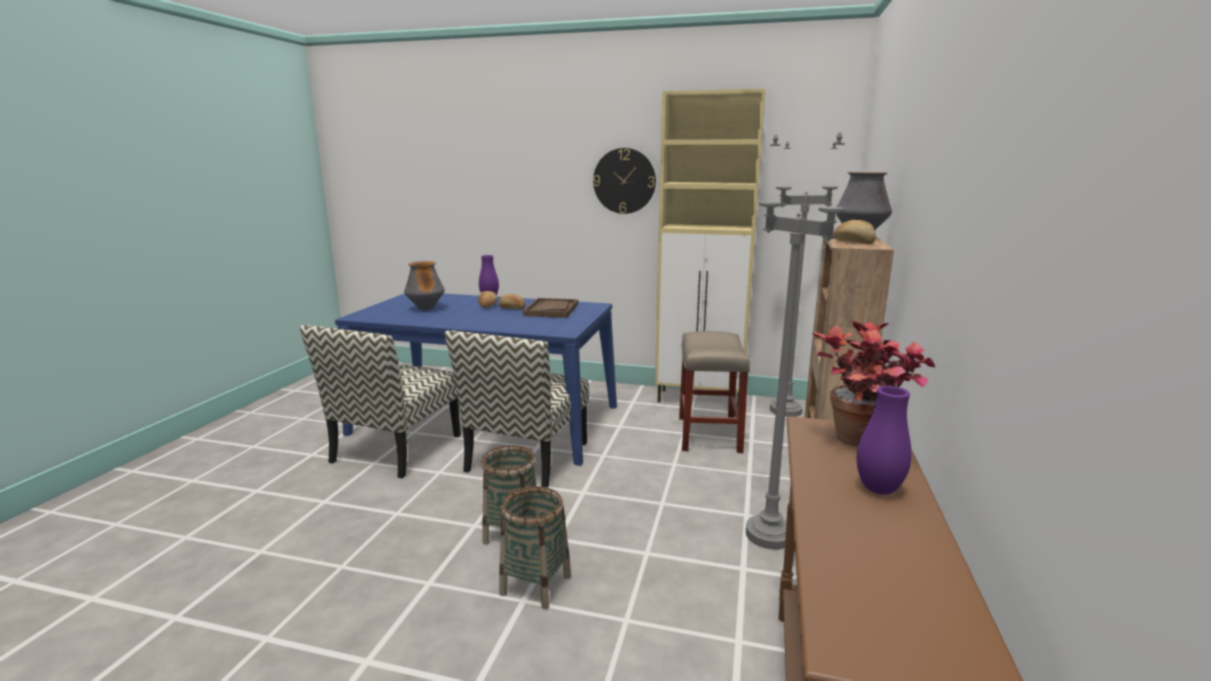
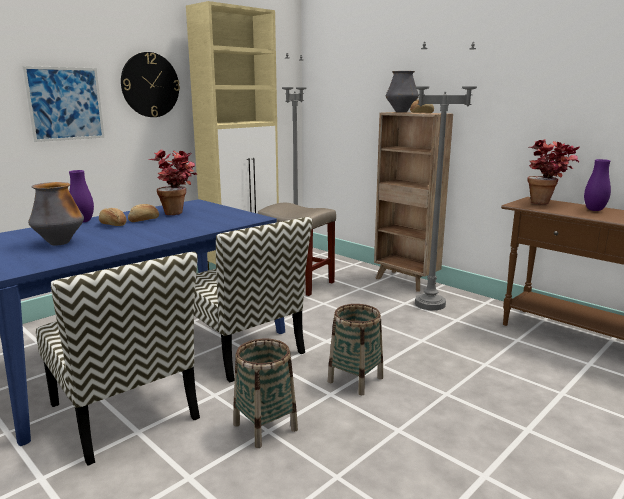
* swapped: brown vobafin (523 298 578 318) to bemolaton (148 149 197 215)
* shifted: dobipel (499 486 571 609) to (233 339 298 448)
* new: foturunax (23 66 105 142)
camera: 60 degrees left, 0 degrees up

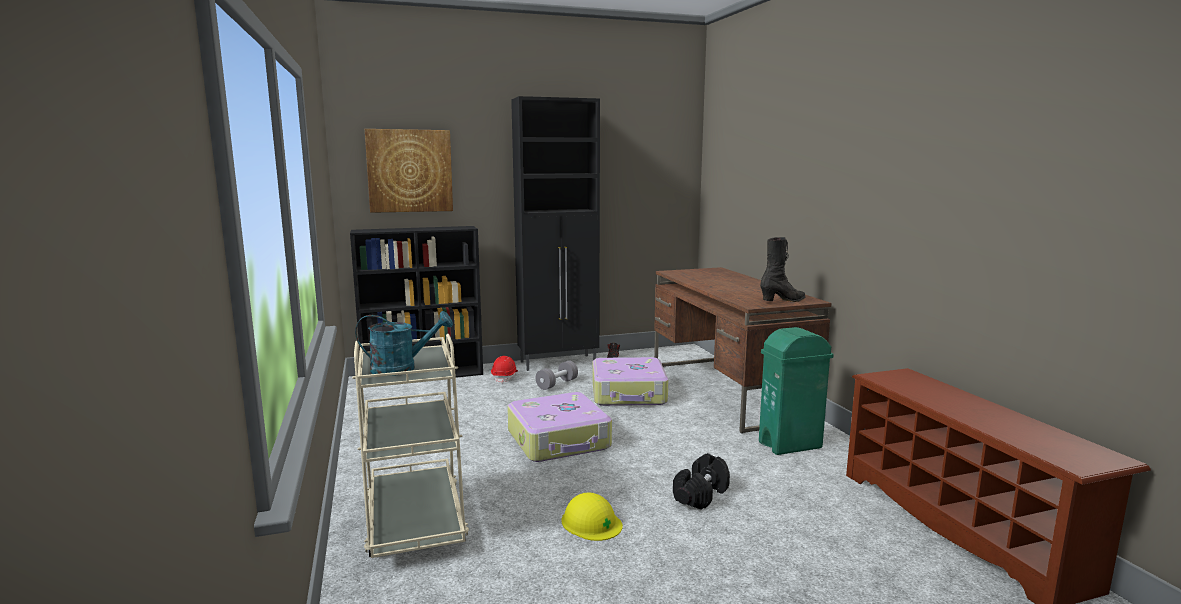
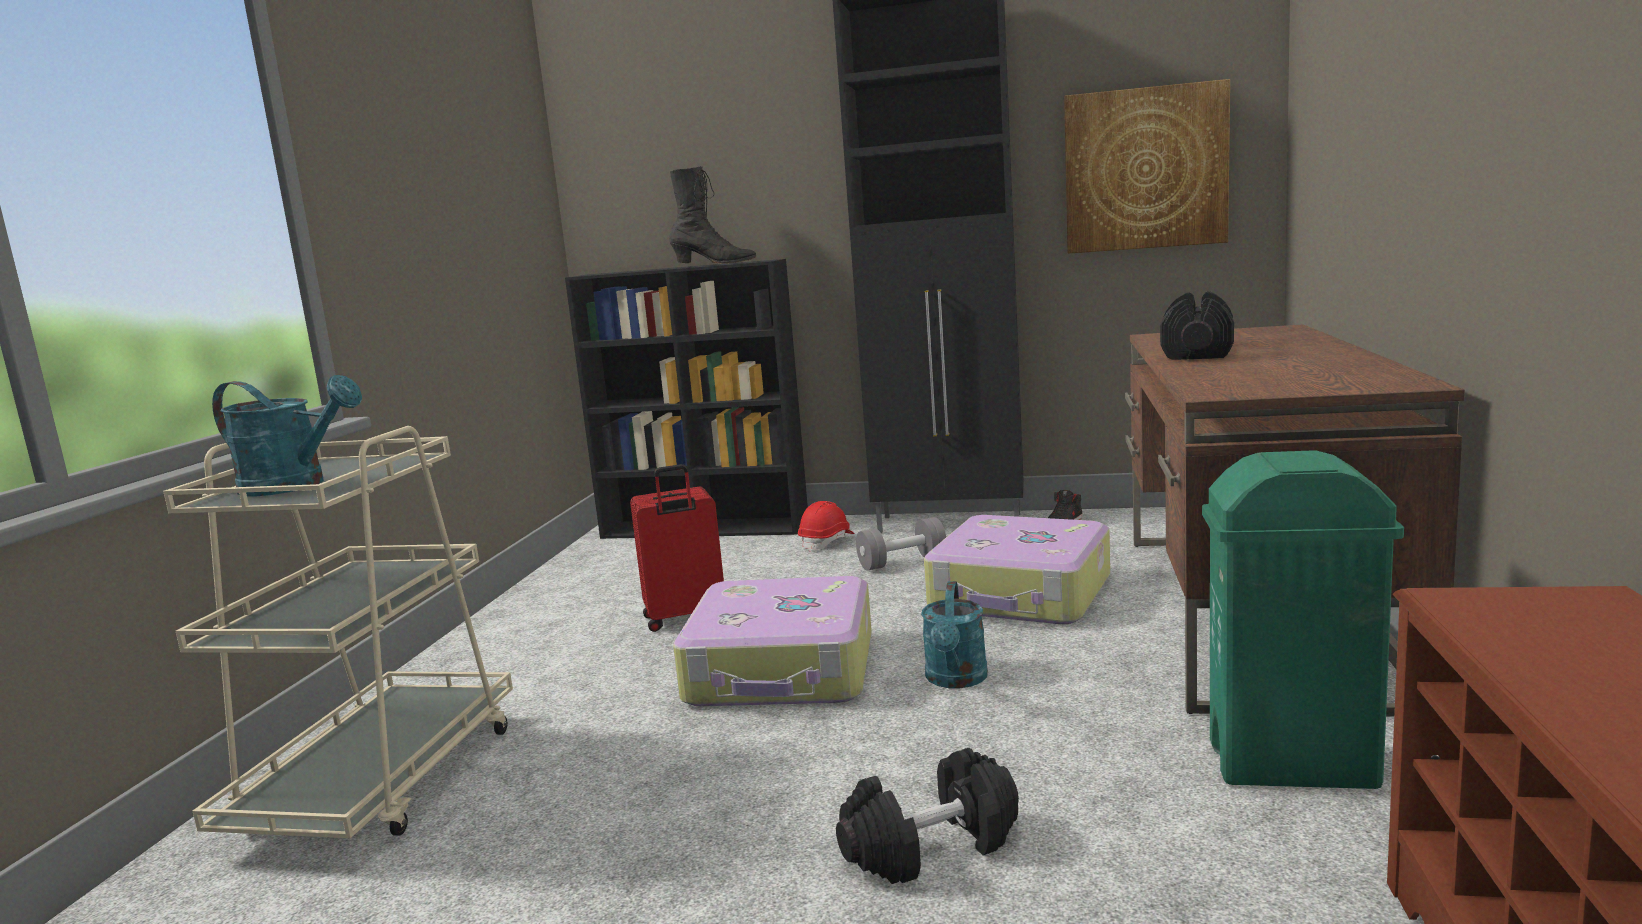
* shifted: foturunax (365 129 453 213) to (1064 79 1230 254)
* shifted: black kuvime (760 237 806 302) to (669 166 757 264)
* gone: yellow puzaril (561 493 623 541)
* new: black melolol (1160 291 1234 360)
* new: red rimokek (630 464 724 632)
* new: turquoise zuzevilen (921 581 988 689)
camera: 30 degrees right, 0 degrees up

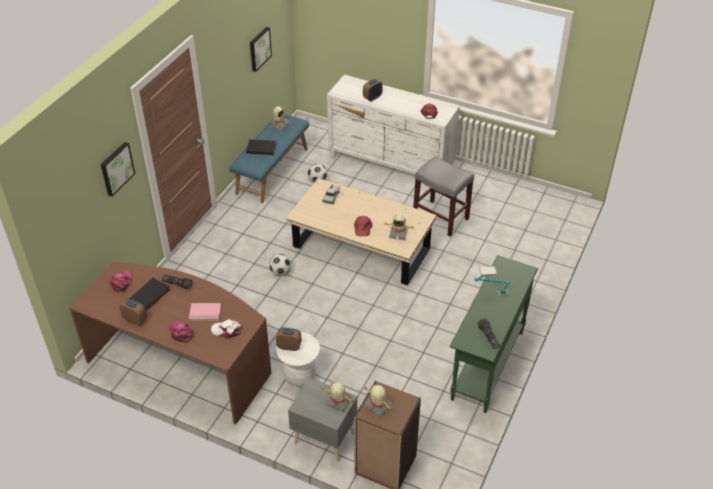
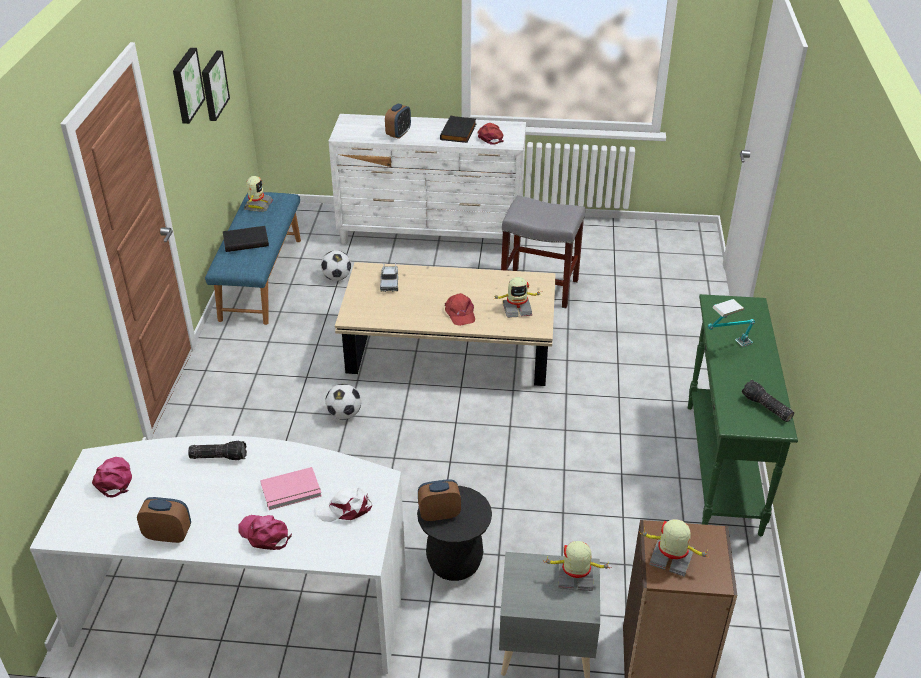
* shifted: foturunax (101 142 135 196) to (173 48 205 124)
* repainted: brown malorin (69 262 271 425) to white malorin (29 435 406 674)
* shifted: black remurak (130 278 170 310) to (440 116 476 143)
* repainted: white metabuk (276 332 320 387) to black metabuk (417 486 492 581)
camera: 20 degrees left, 5 degrees down

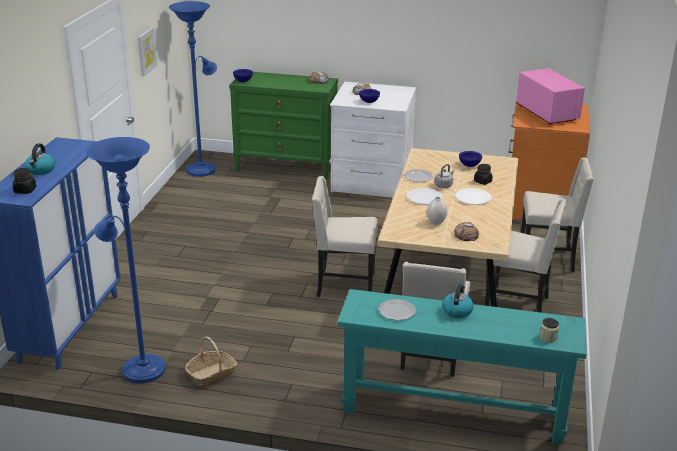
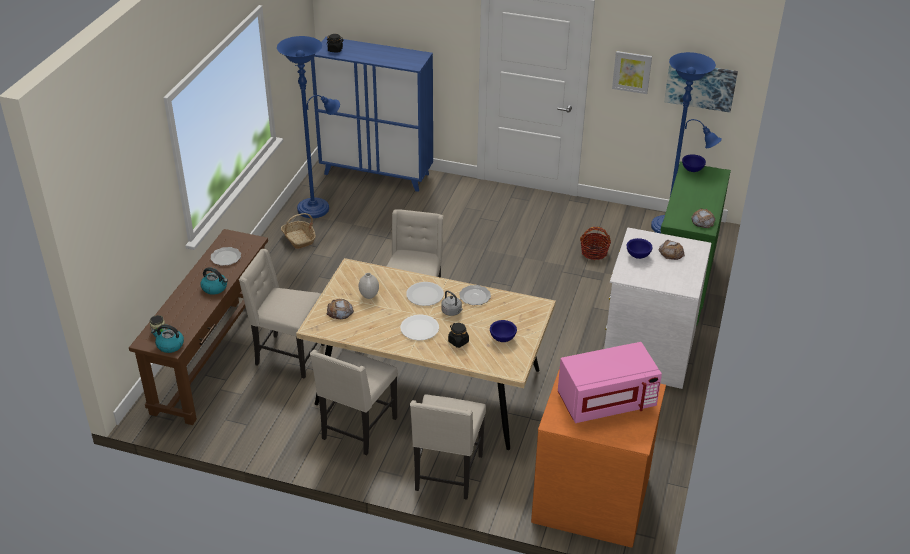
* shifted: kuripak (25 144 55 175) to (151 325 184 353)
* repainted: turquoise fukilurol (337 289 587 445) to brown fukilurol (129 229 268 425)
* new: foturunax (664 64 738 112)
* new: dobipel (580 227 611 260)
camera: 95 degrees right, 10 degrees up

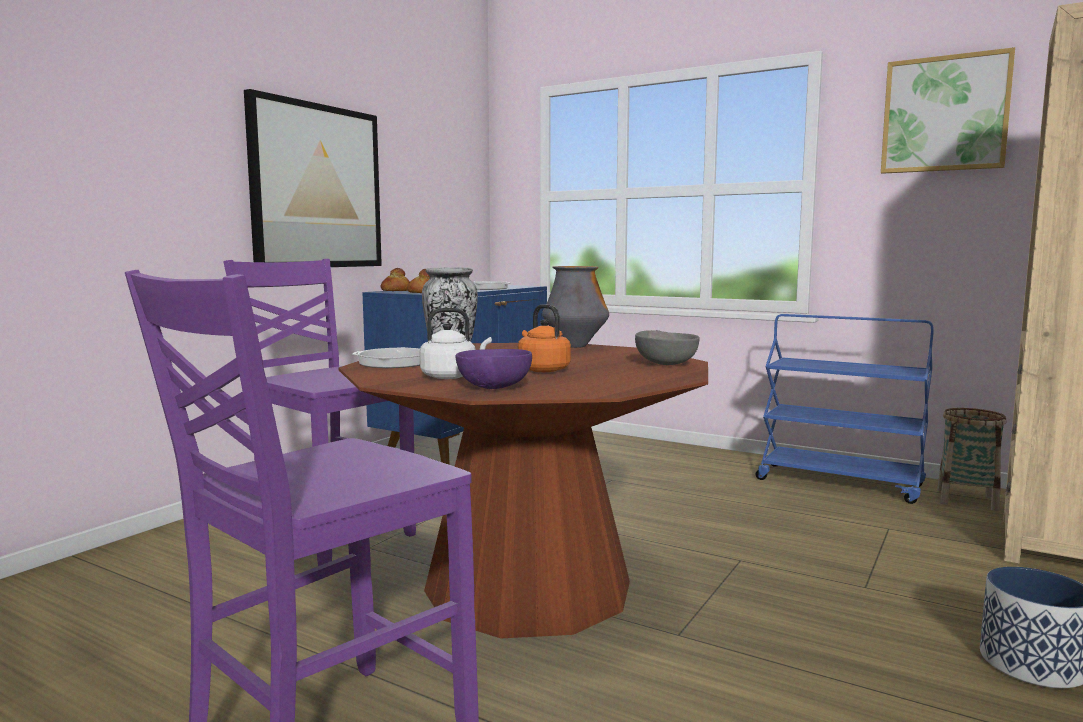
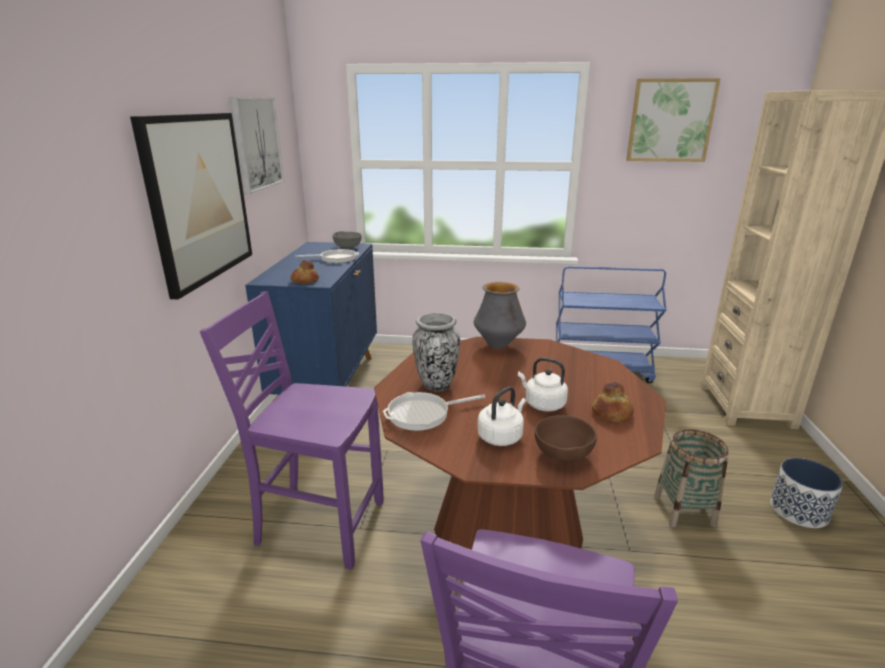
* shifted: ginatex (381 268 410 291) to (592 382 634 422)
* repainted: orange kuripak (518 304 571 372) to white kuripak (518 358 568 412)
* shifted: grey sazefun (635 330 700 365) to (333 231 362 248)
* repainted: purple sazefun (456 349 532 389) to brown sazefun (535 415 597 462)
* shifted: dobipel (937 408 1006 511) to (654 429 729 527)
* new: foturunax (230 97 284 194)
camera: 25 degrees left, 15 degrees up

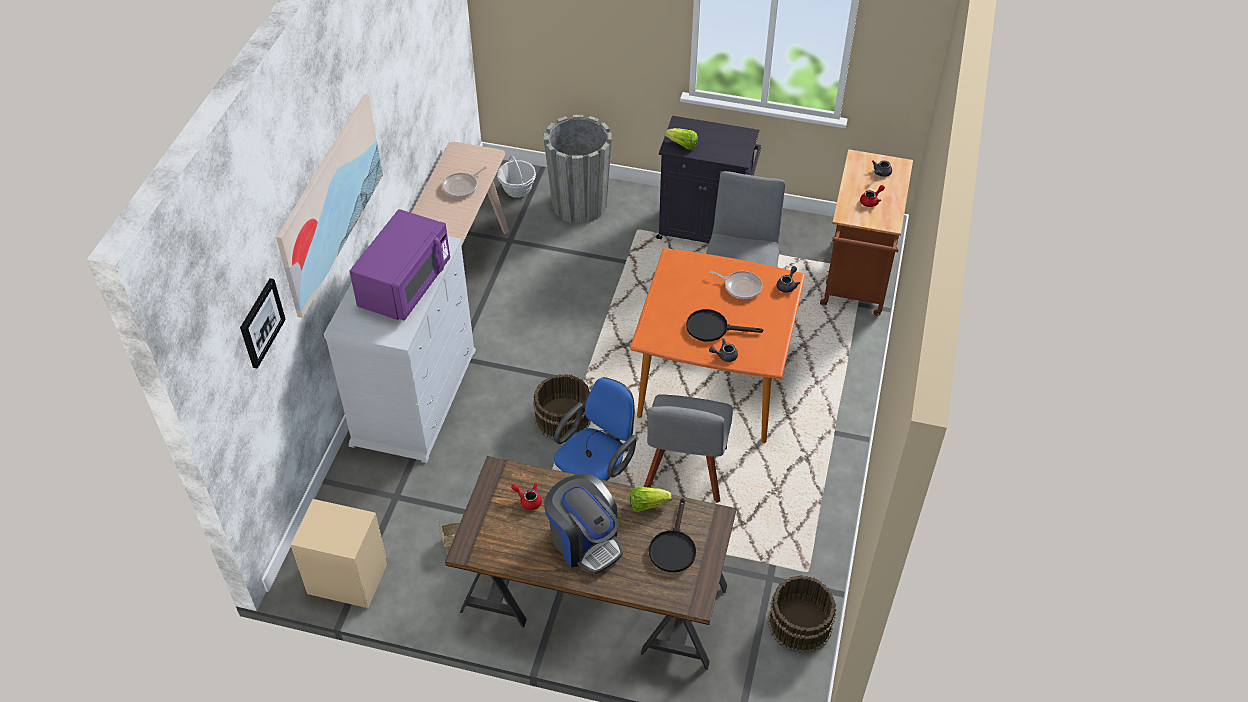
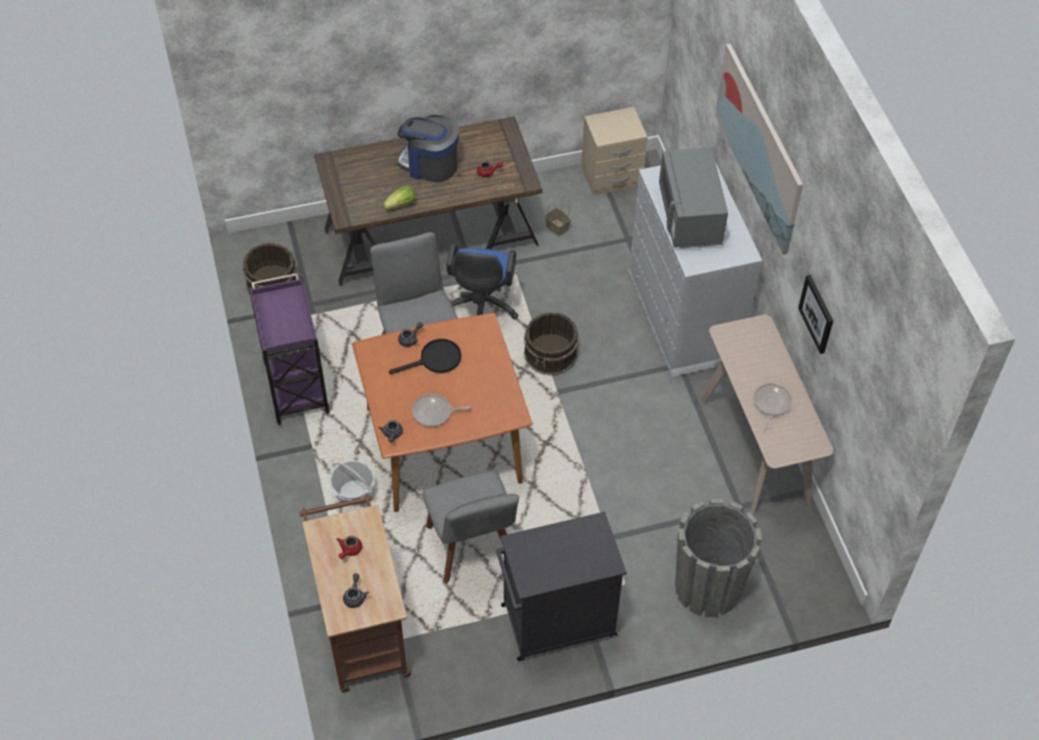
* gone: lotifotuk (665 128 698 150)
* shifted: dobipel (497 155 536 198) to (329 460 375 505)
* repainted: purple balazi (349 209 450 320) to grey balazi (659 147 728 248)
* shifted: foturunax (240 278 286 369) to (798 275 833 354)
* gone: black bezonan (649 498 696 572)
* new: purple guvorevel (249 273 330 425)
camera: 150 degrees right, 5 degrees up

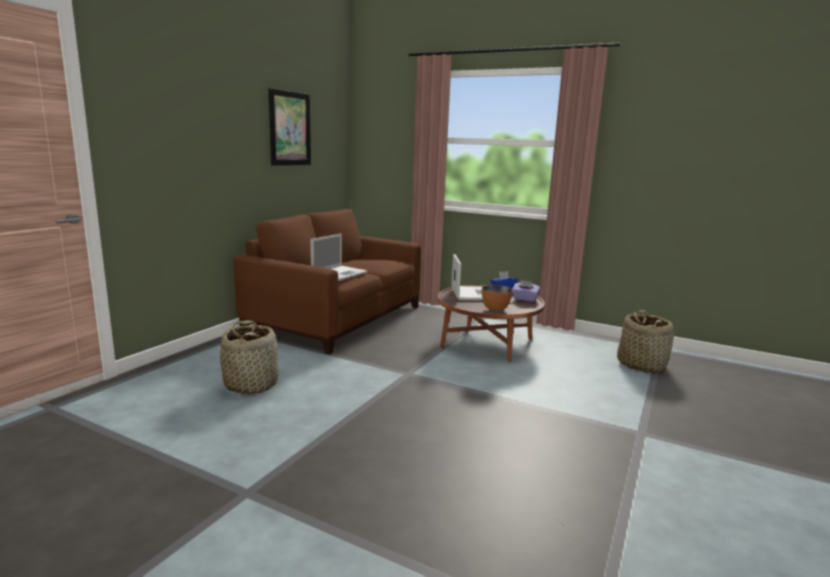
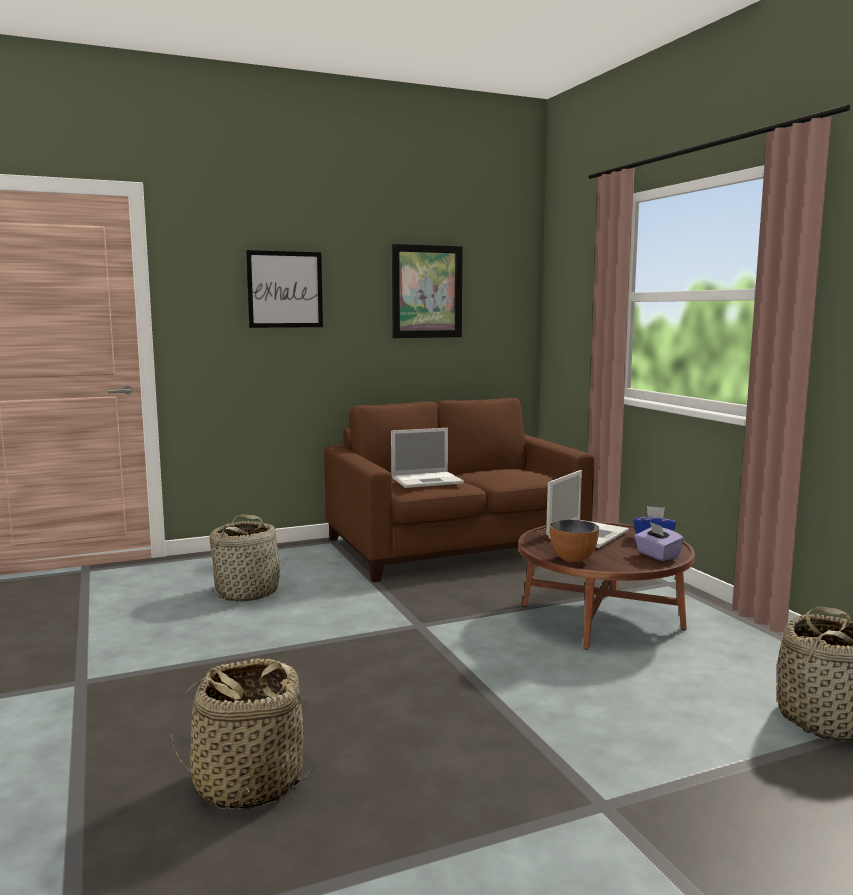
* new: foturunax (246 250 323 328)
* new: dobipel (171 659 315 810)
camera: 40 degrees right, 5 degrees down

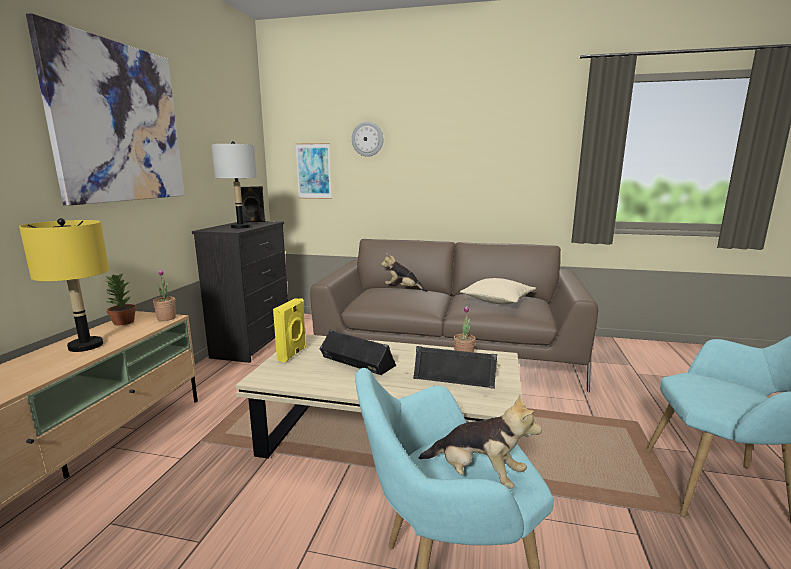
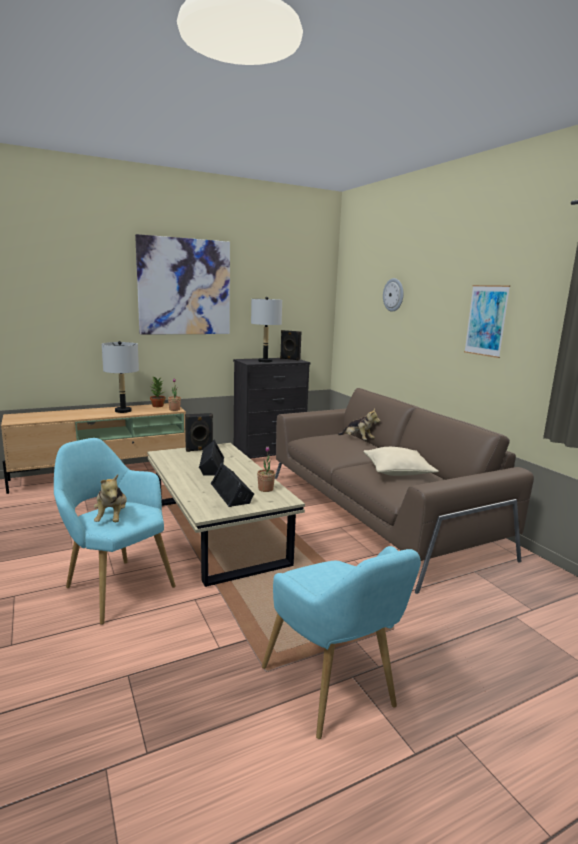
* shifted: foturunax (295 143 331 199) to (464 285 510 358)
* repainted: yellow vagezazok (19 218 109 352) to grey vagezazok (102 341 139 413)
* rotated: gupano (381 253 428 292) = (338 408 380 440) 150 degrees clockwise
* repainted: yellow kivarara (273 298 306 363) to black kivarara (185 413 213 452)
camera: 50 degrees right, 0 degrees up

